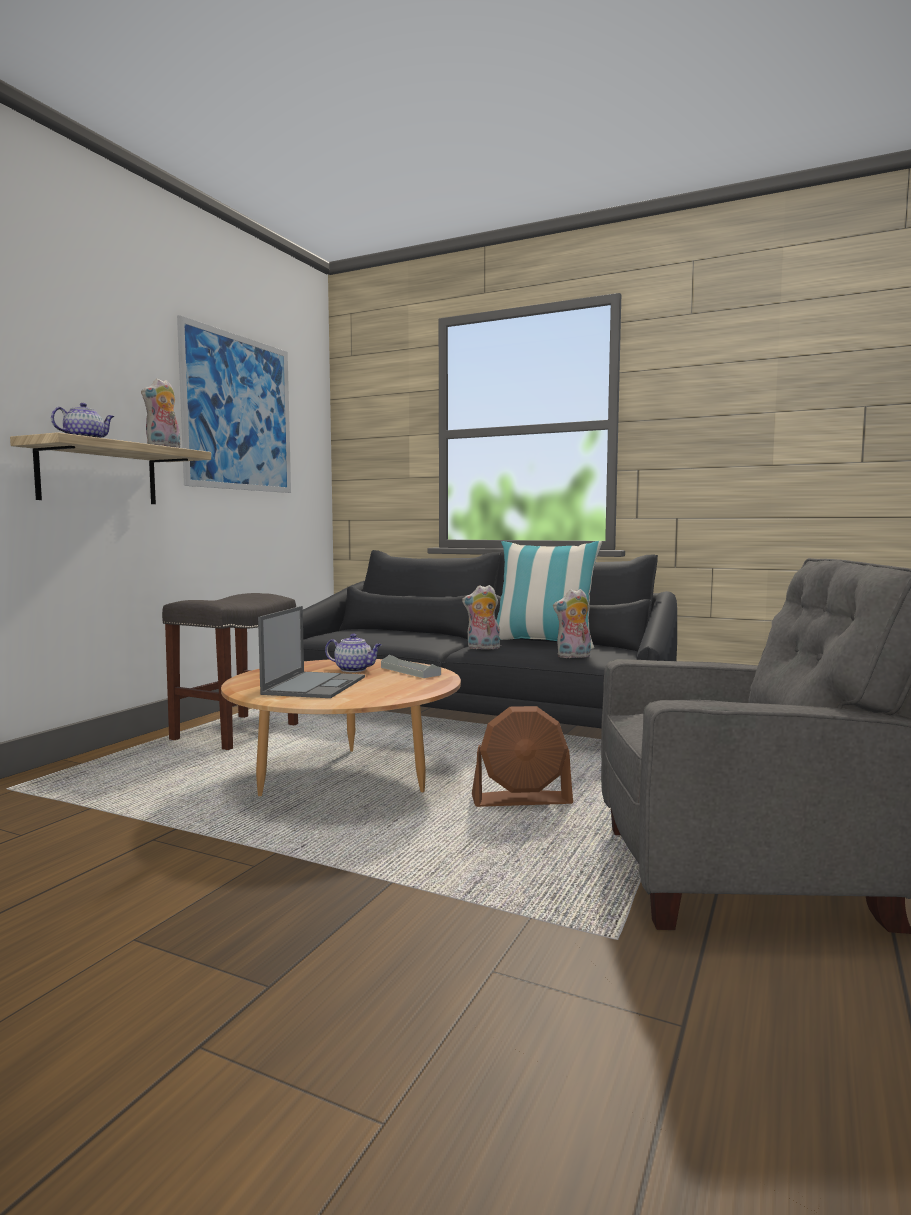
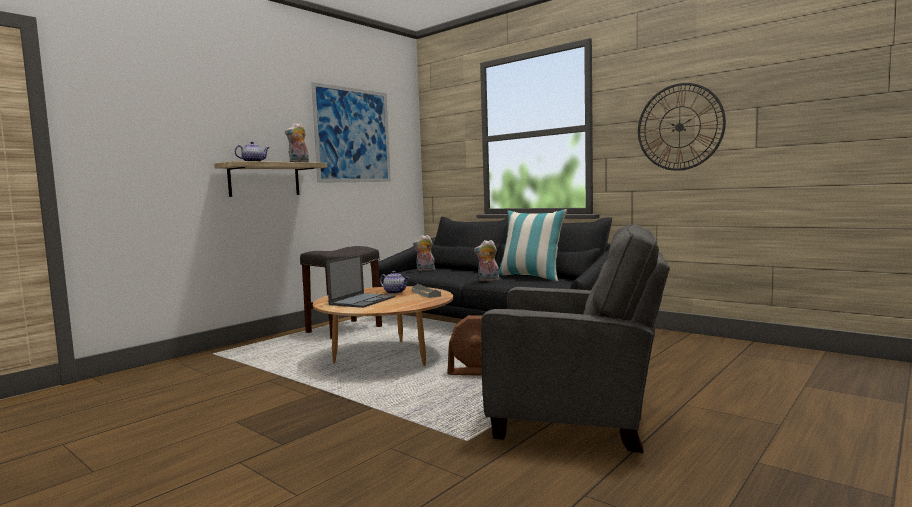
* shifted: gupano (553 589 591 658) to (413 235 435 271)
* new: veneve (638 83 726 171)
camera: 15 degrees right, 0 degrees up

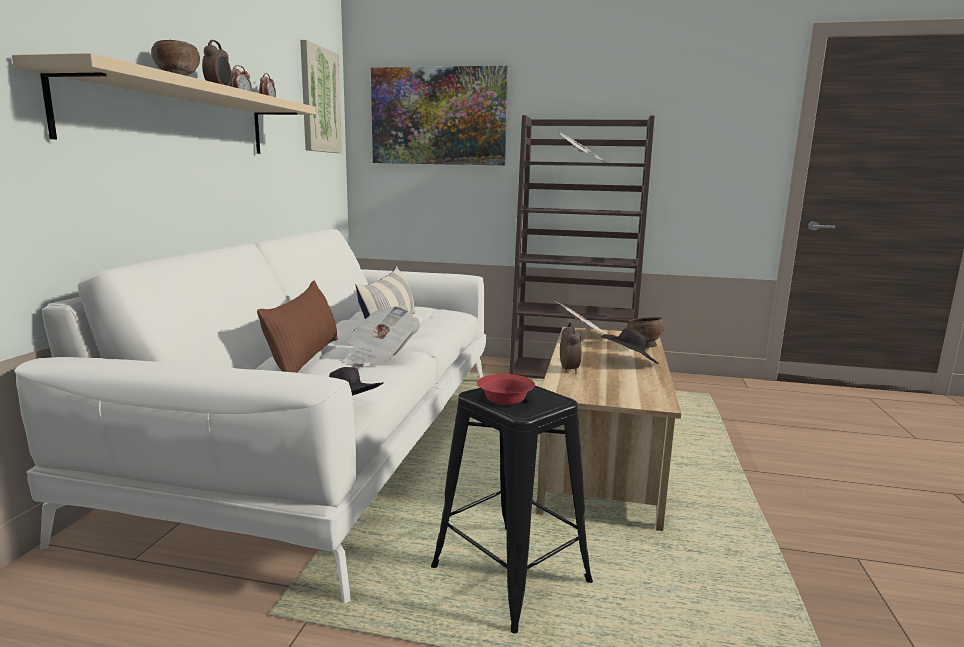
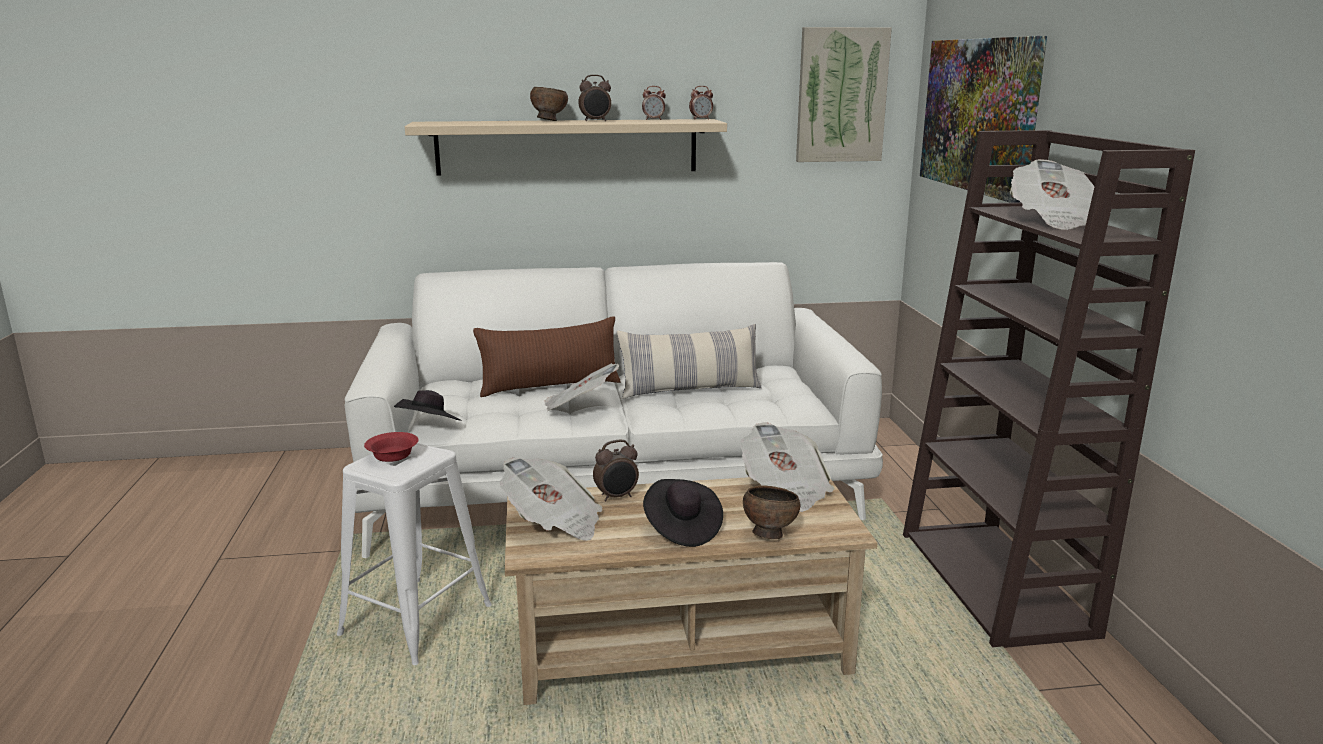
* repainted: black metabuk (431 385 593 634) to white metabuk (337 443 492 665)
* new: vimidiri (500 457 603 541)
camera: 70 degrees right, 5 degrees up

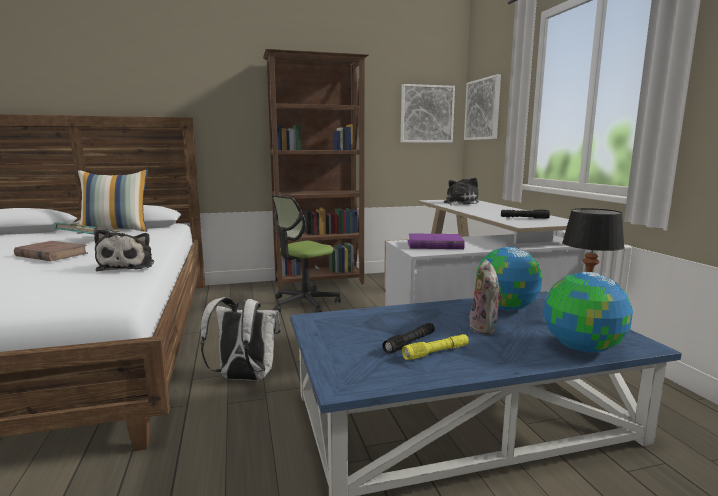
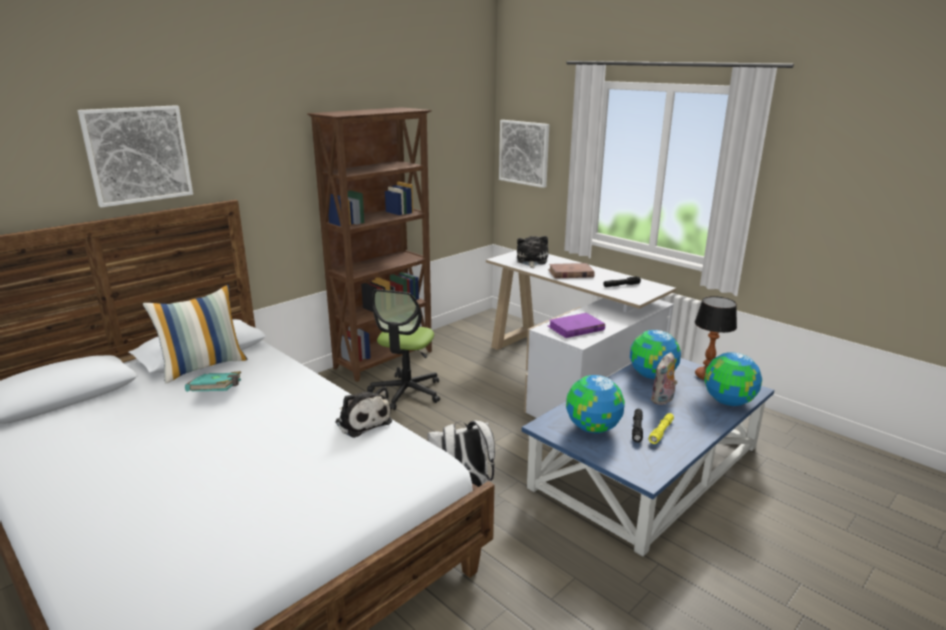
* shifted: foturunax (401 84 455 143) to (77 105 193 208)
* shifted: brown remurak (14 241 88 261) to (548 263 595 279)
* rotated: gupano (467 260 503 334) = (650 352 678 405) 75 degrees clockwise
* new: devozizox (566 375 625 433)
camera: 30 degrees left, 10 degrees up

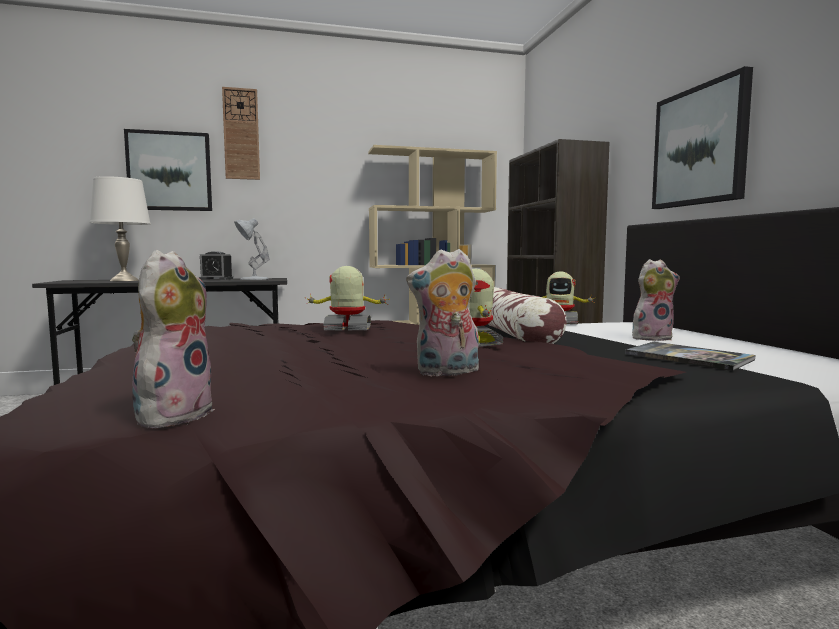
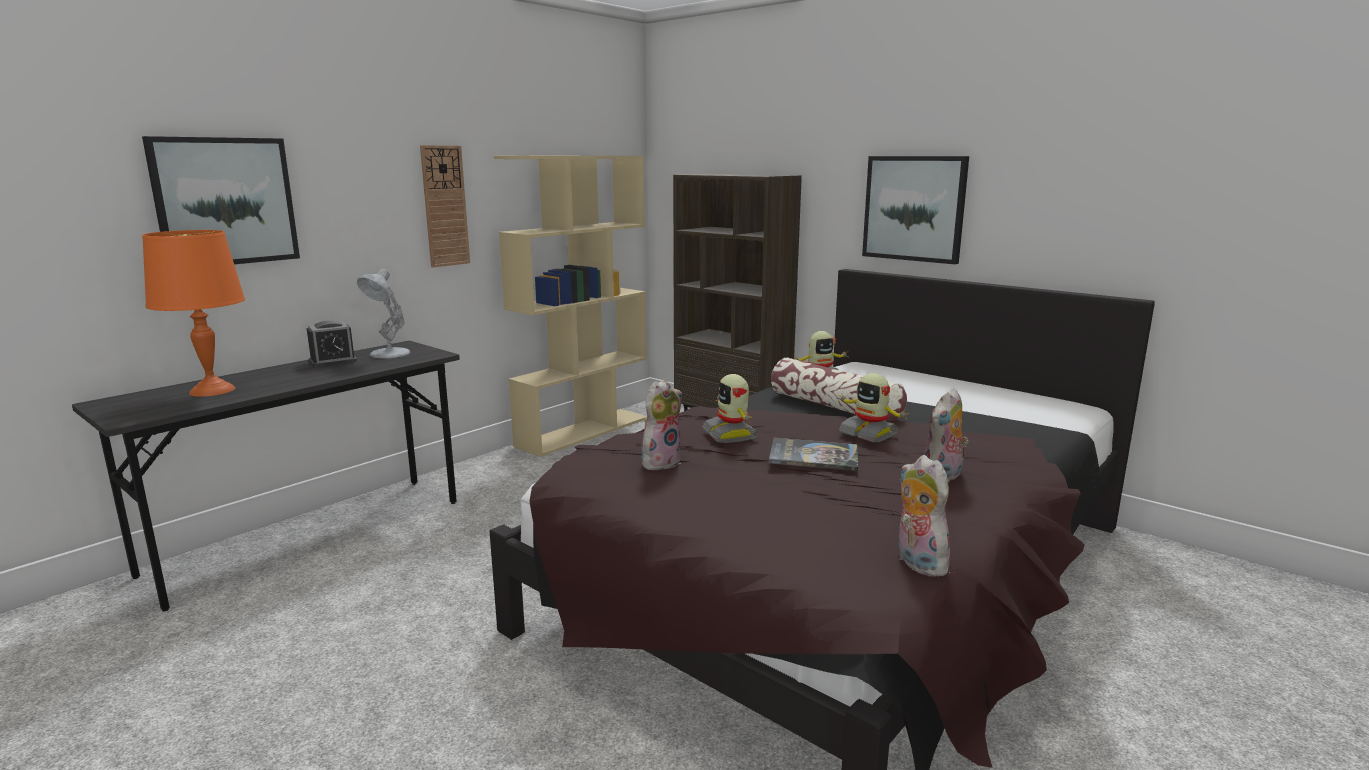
* shifted: veneve (222 87 260 180) to (420 145 470 267)
* repainted: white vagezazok (90 176 151 281) to orange vagezazok (142 230 245 397)
* shifted: gupano (632 259 680 341) to (641 379 682 470)
* rotated: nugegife (305 266 389 330) = (702 374 759 443) 75 degrees counterclockwise
* shifted: remurak (625 342 756 371) to (769 438 858 471)
camera: 35 degrees left, 10 degrees up

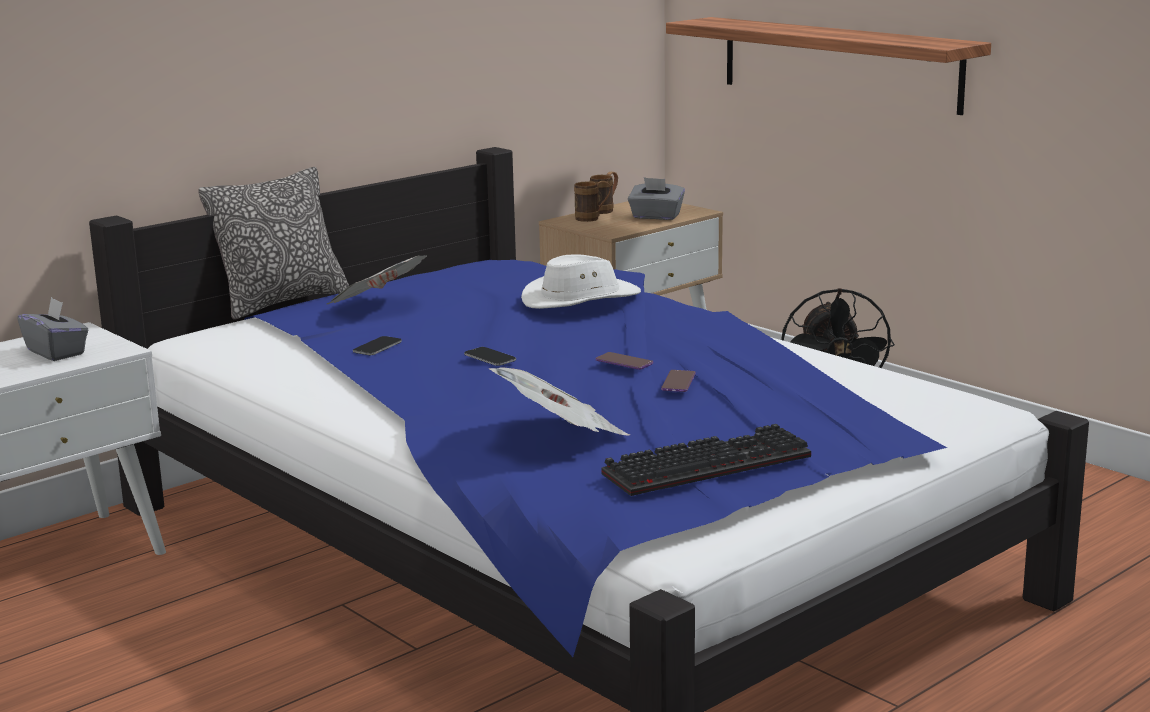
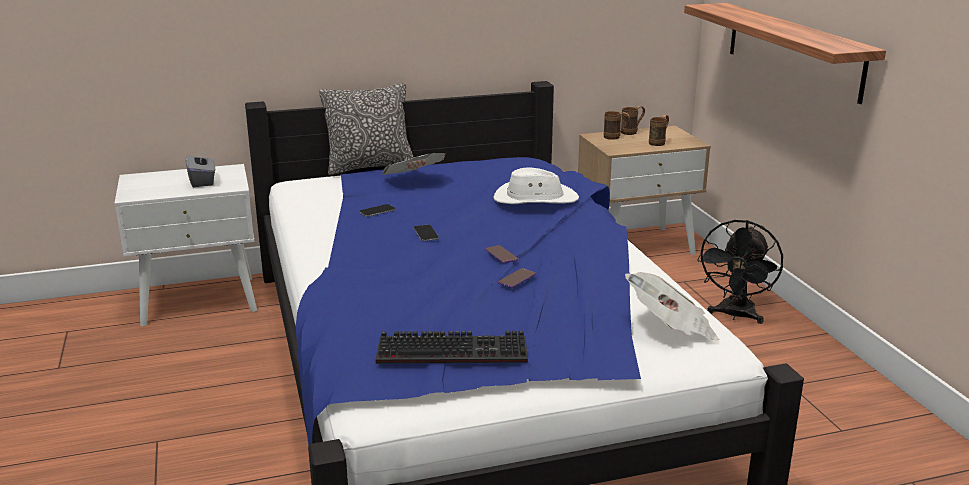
* swapped: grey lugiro (628 177 685 220) to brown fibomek (649 115 669 146)
* shifted: vimidiri (489 367 630 435) to (625 272 720 341)
camera: 25 degrees right, 5 degrees up

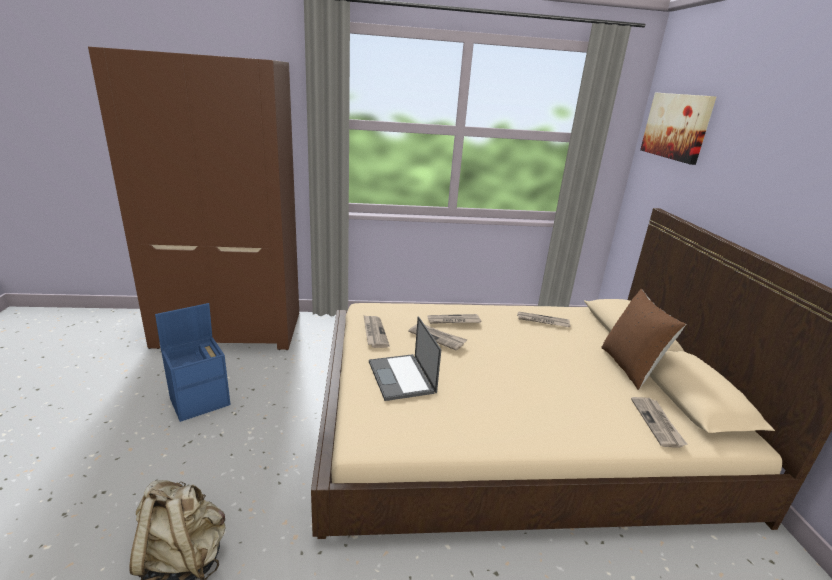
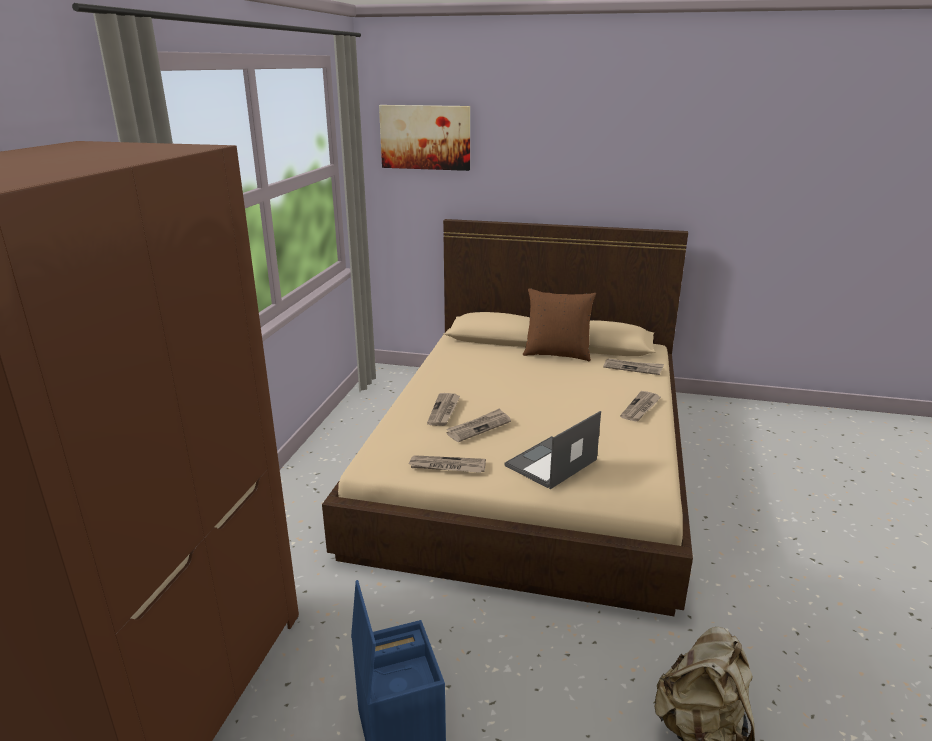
* shifted: vimidiri (517 312 570 327) to (620 391 661 422)
* rotated: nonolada (369 316 441 401) = (504 411 601 489) 135 degrees clockwise
camera: 70 degrees left, 0 degrees up

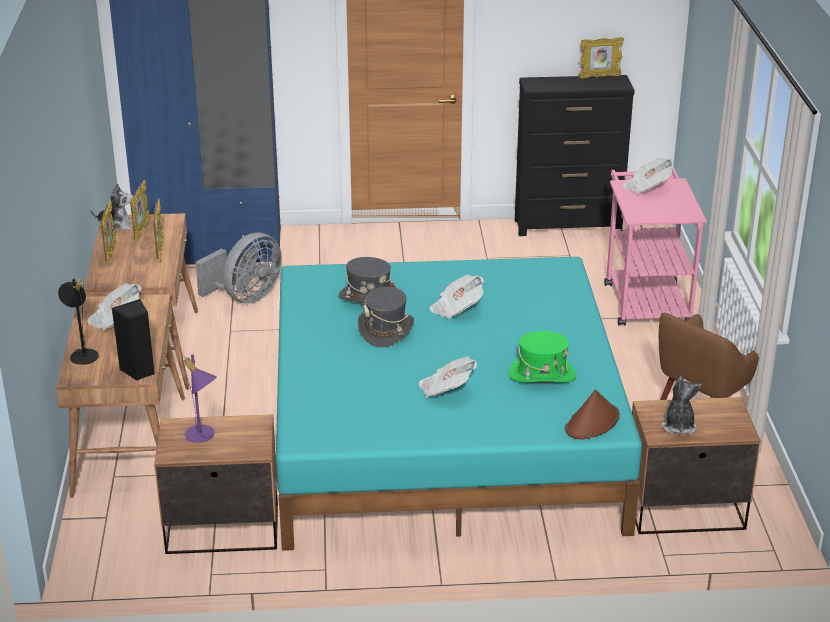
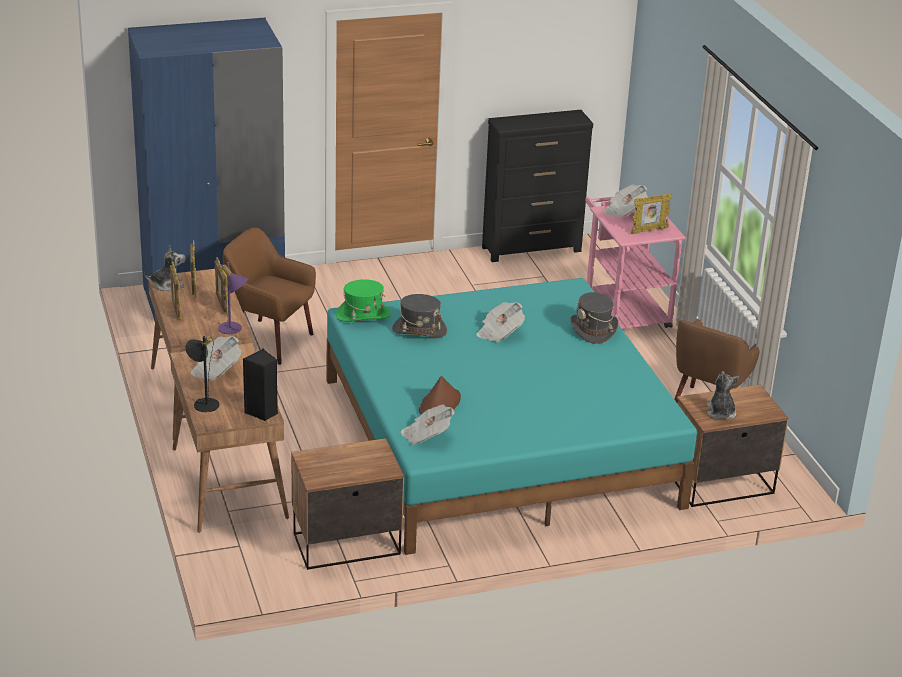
* shifted: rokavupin (579 37 624 78) to (631 193 672 234)
* swapped: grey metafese (195 233 282 303) to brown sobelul (223 227 316 365)
* shifted: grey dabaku (358 287 414 347) to (570 292 618 344)
* shifted: green dabaku (509 331 576 383) to (336 279 391 322)
* shifted: purple vagezazok (182 354 217 443) to (218 262 248 334)
* shifted: vimidiri (419 356 477 398) to (401 404 455 445)
* shifted: brown dabaku (565 389 620 440) to (419 376 461 414)
camera: 15 degrees left, 0 degrees up

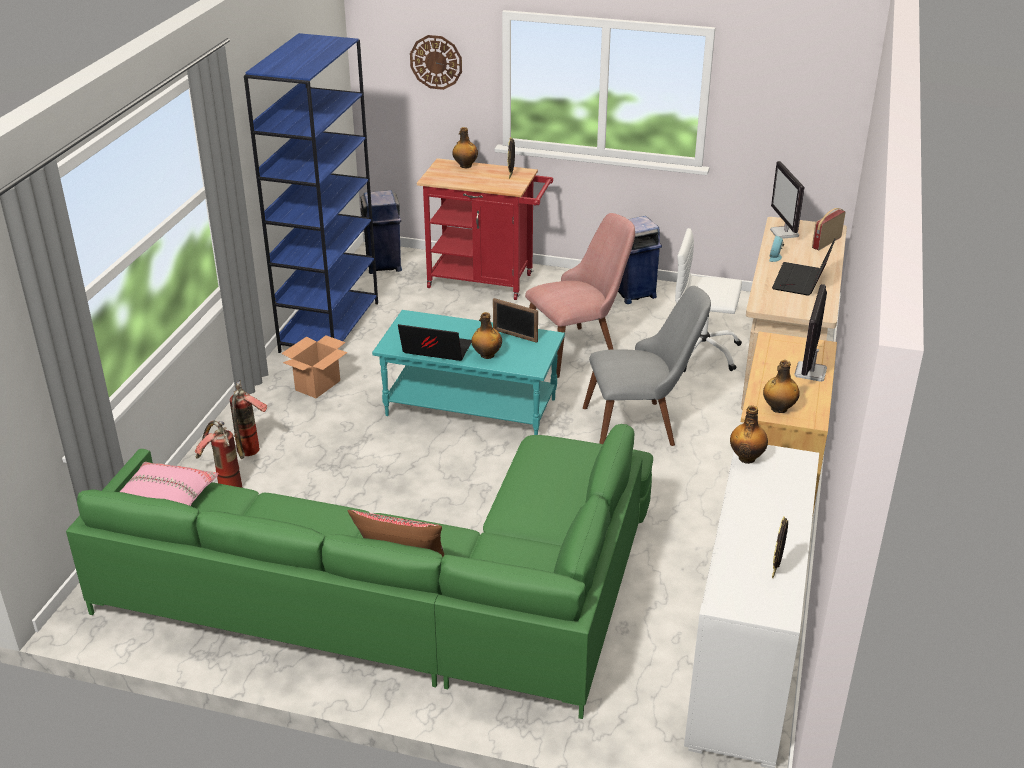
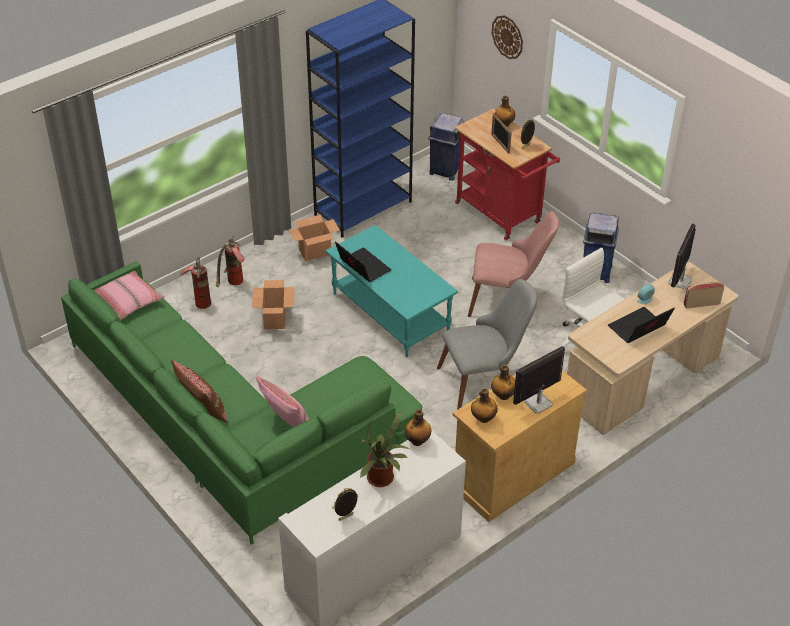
* rotated: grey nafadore (583 286 711 446) = (437 279 537 410) 45 degrees counterclockwise
* shifted: rokavupin (493 298 538 343) to (491 114 512 154)
* shifted: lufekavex (471 312 502 359) to (491 365 515 400)
* new: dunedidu (252 280 295 329)
* new: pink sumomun (256 376 309 427)
* new: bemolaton (360 410 410 487)
camera: 35 degrees right, 10 degrees up

